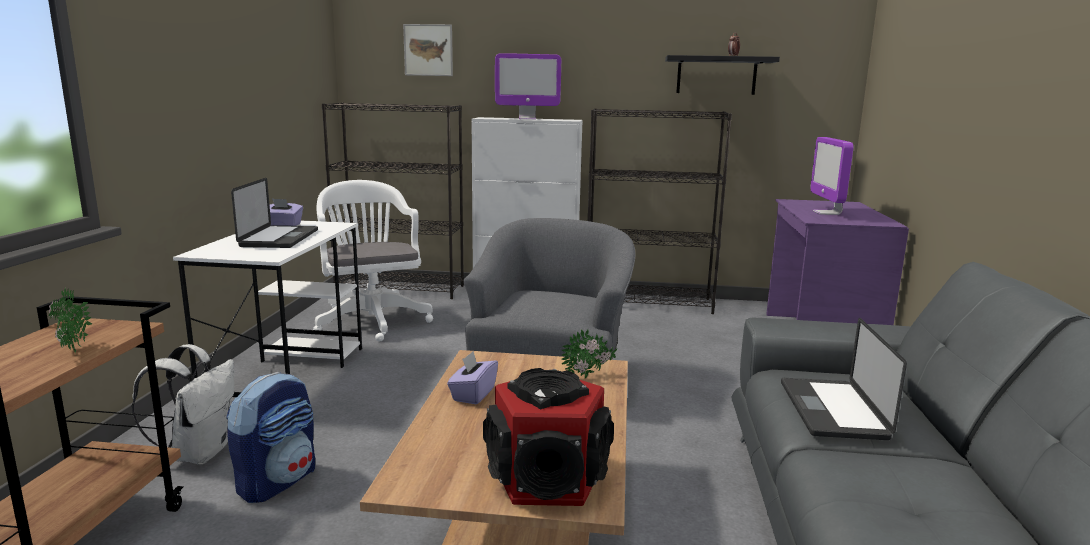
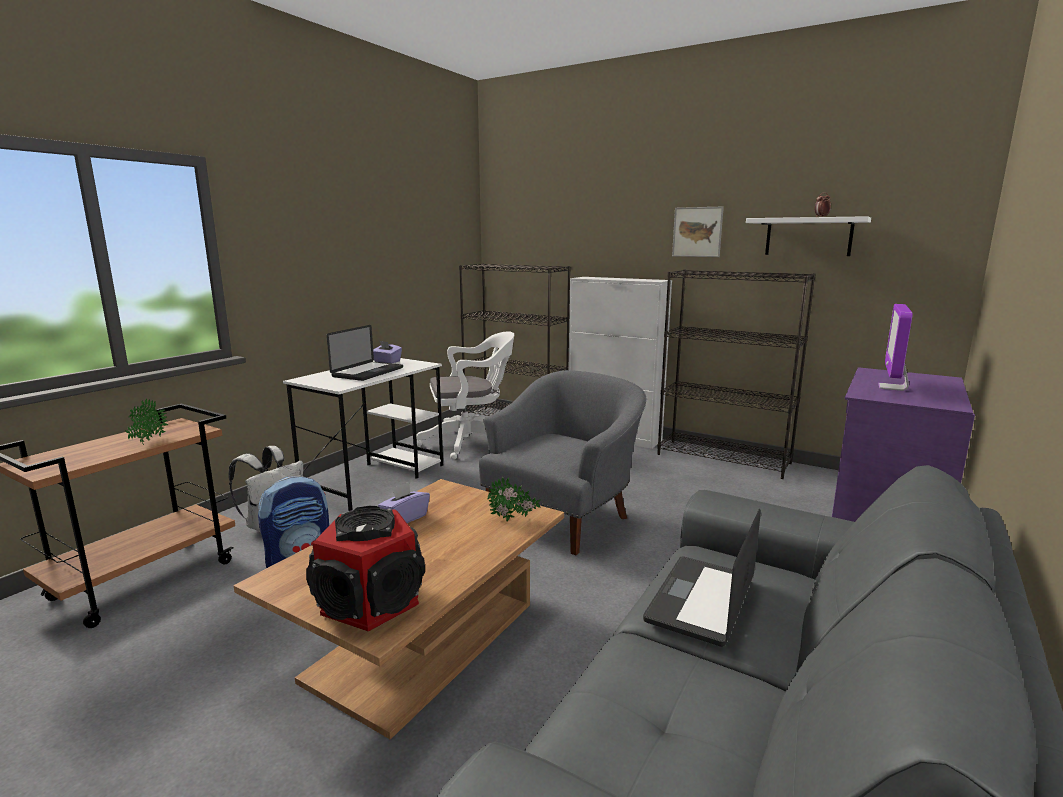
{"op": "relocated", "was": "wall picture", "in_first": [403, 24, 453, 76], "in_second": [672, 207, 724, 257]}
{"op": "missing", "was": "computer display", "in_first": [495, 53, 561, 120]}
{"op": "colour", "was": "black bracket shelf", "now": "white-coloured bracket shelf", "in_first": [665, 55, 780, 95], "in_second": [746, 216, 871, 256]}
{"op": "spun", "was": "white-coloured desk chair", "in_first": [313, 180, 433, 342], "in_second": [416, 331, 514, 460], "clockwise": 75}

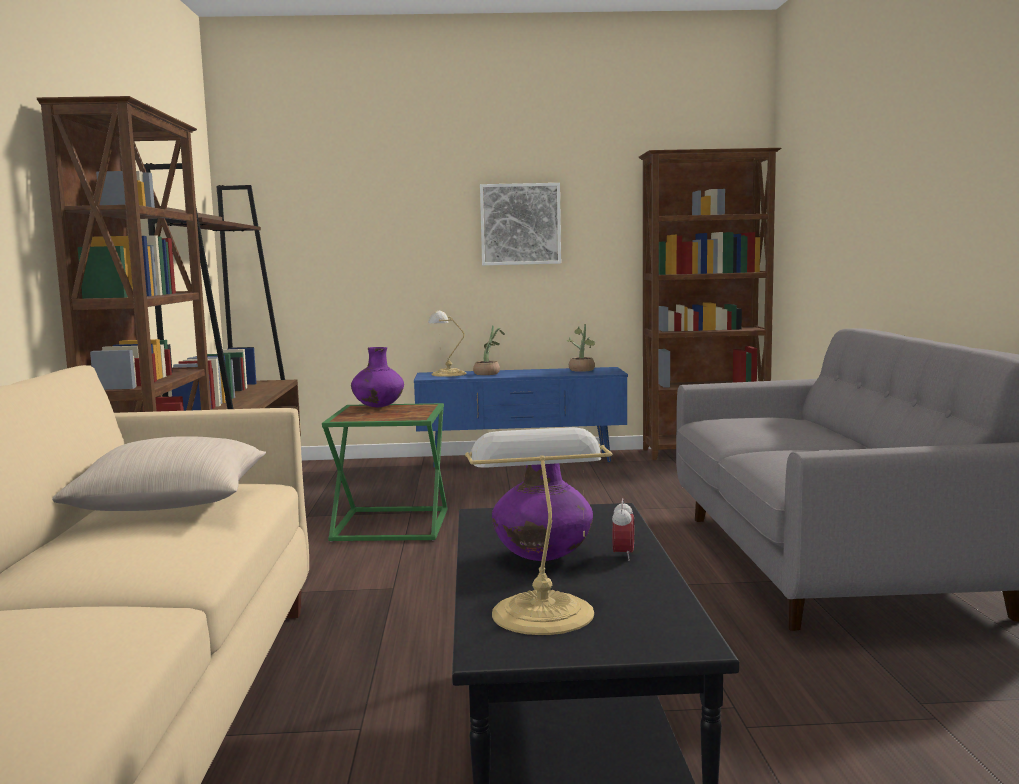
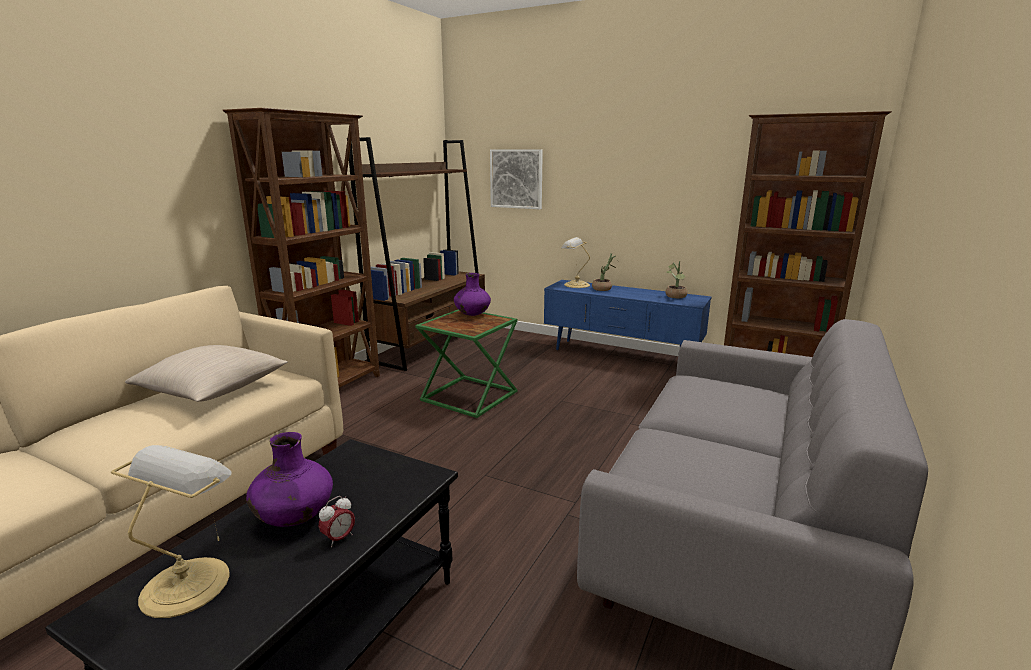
{"op": "relocated", "was": "wall picture", "in_first": [480, 183, 561, 265], "in_second": [490, 149, 543, 209]}

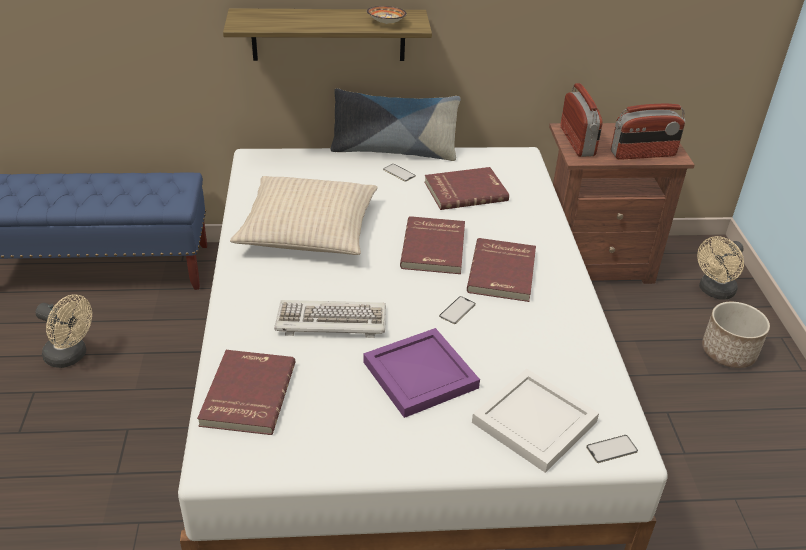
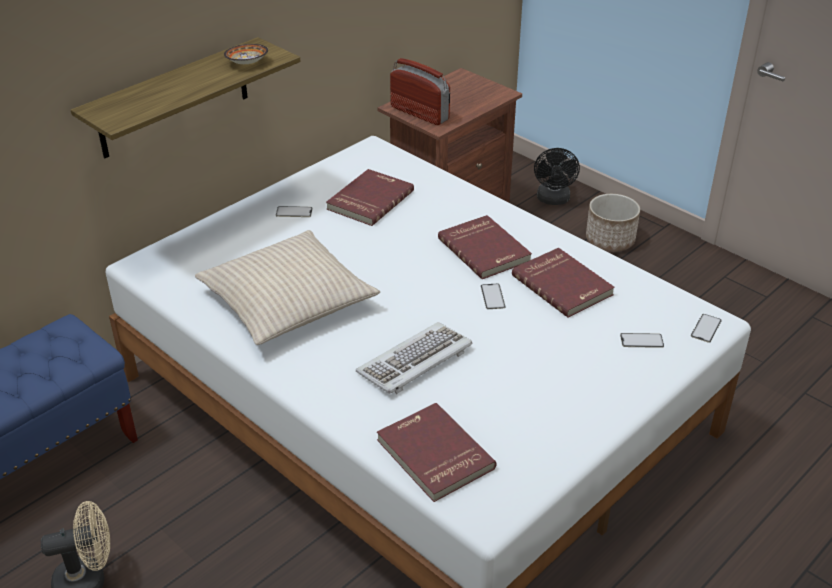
{"op": "missing", "was": "pillow", "in_first": [330, 88, 460, 161]}
{"op": "missing", "was": "radio receiver", "in_first": [611, 104, 685, 160]}
{"op": "relocated", "was": "red book", "in_first": [400, 216, 465, 274], "in_second": [512, 248, 615, 317]}
{"op": "colour", "was": "beige cooling fan", "now": "black cooling fan", "in_first": [697, 236, 744, 300], "in_second": [534, 148, 580, 205]}
{"op": "missing", "was": "purplish tray", "in_first": [363, 328, 480, 418]}
{"op": "exchanged", "was": "white-coloured tray", "now": "handset", "in_first": [472, 368, 599, 473], "in_second": [620, 333, 664, 348]}

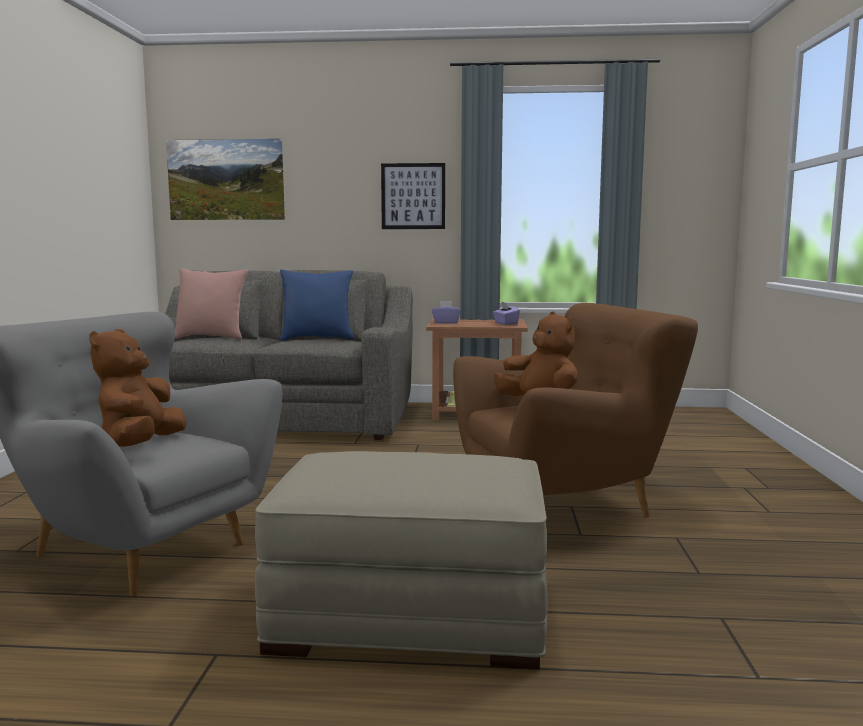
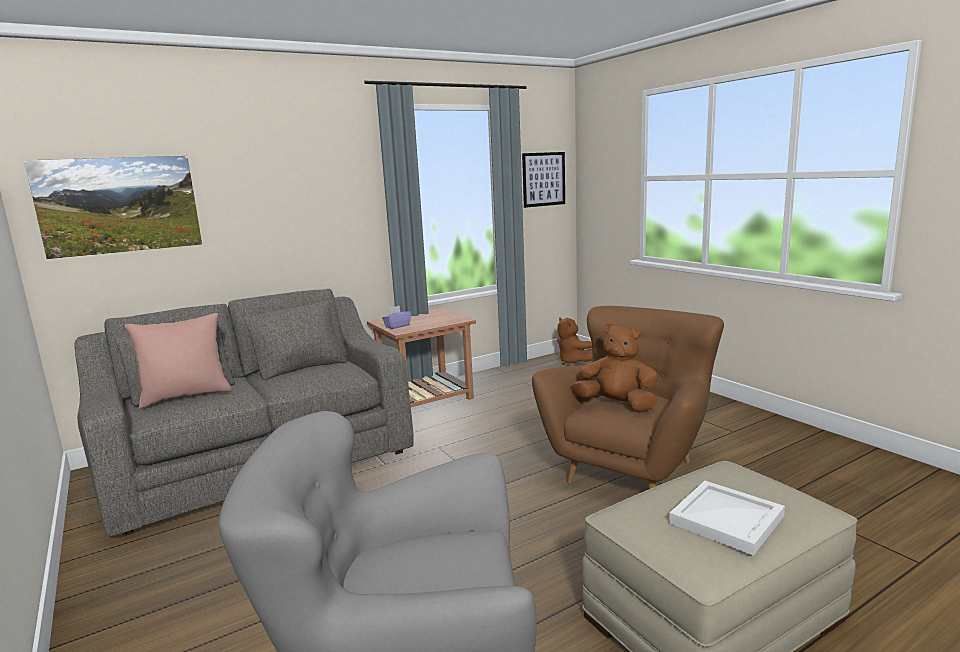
{"op": "relocated", "was": "wall picture", "in_first": [381, 163, 445, 229], "in_second": [522, 152, 565, 208]}
{"op": "missing", "was": "blue-coloured pillow", "in_first": [280, 270, 354, 341]}
{"op": "missing", "was": "purplish tissue box", "in_first": [493, 301, 520, 325]}
{"op": "relocated", "was": "brown cuddly toy", "in_first": [89, 329, 186, 447], "in_second": [557, 317, 593, 365]}
{"op": "appeared", "now": "white-coloured tray", "in_second": [669, 481, 785, 556]}

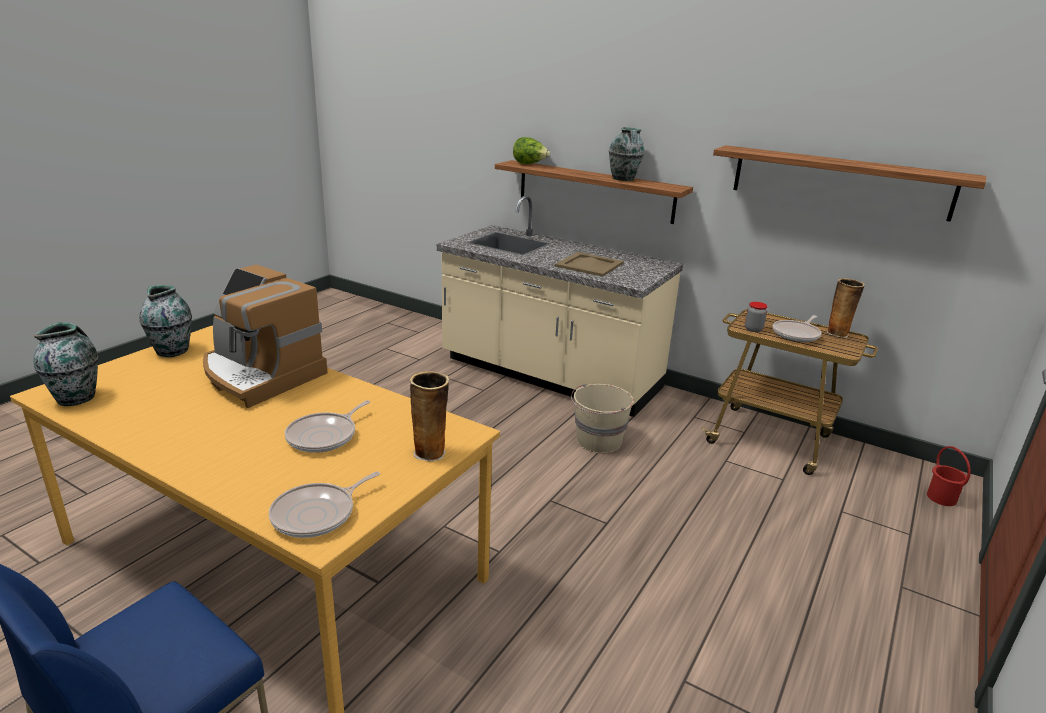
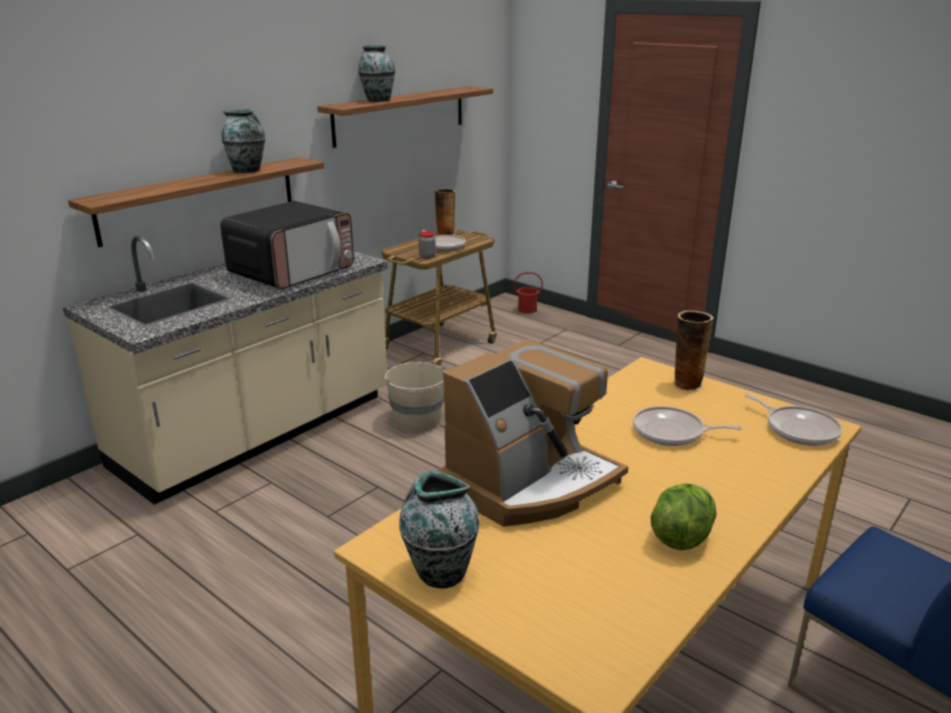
{"op": "relocated", "was": "head of lettuce", "in_first": [513, 137, 550, 164], "in_second": [651, 483, 717, 550]}
{"op": "exchanged", "was": "beige tray", "now": "microwave", "in_first": [555, 252, 624, 277], "in_second": [220, 201, 354, 289]}
{"op": "relocated", "was": "flower vase", "in_first": [33, 322, 98, 406], "in_second": [358, 45, 395, 102]}
{"op": "spun", "was": "frying pan", "in_first": [285, 400, 370, 453], "in_second": [633, 406, 742, 446], "clockwise": 150}

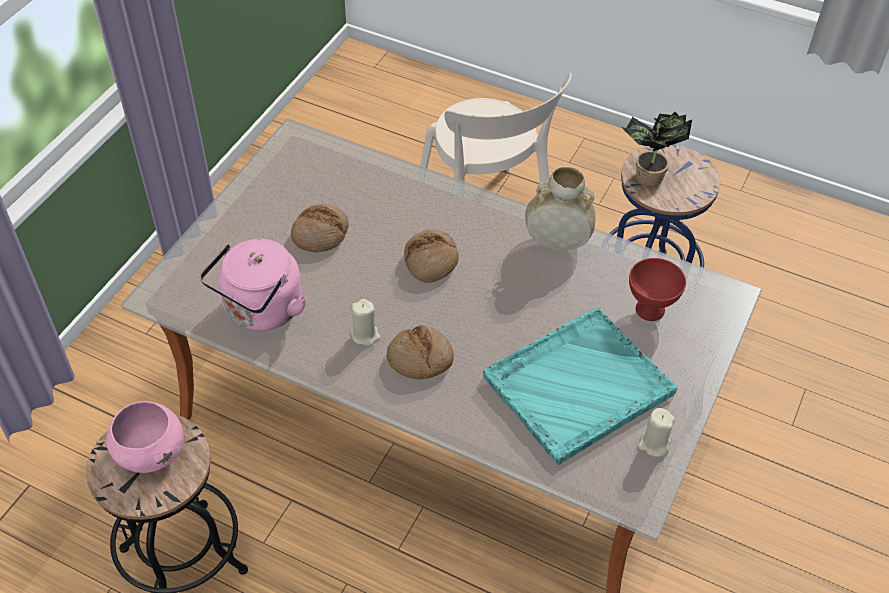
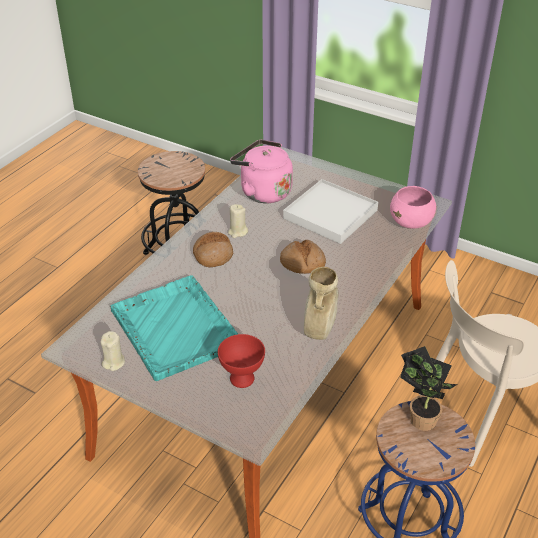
{"op": "exchanged", "was": "bread", "now": "white-coloured tray", "in_first": [291, 204, 349, 252], "in_second": [283, 179, 378, 244]}
{"op": "relocated", "was": "pinkish serving bowl", "in_first": [106, 401, 184, 473], "in_second": [390, 186, 436, 229]}

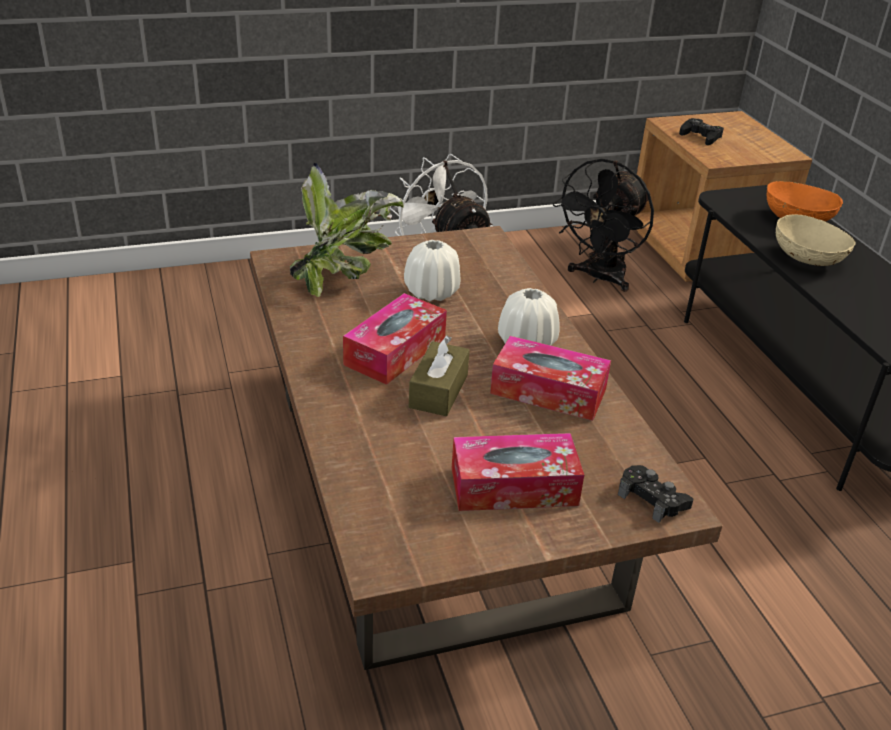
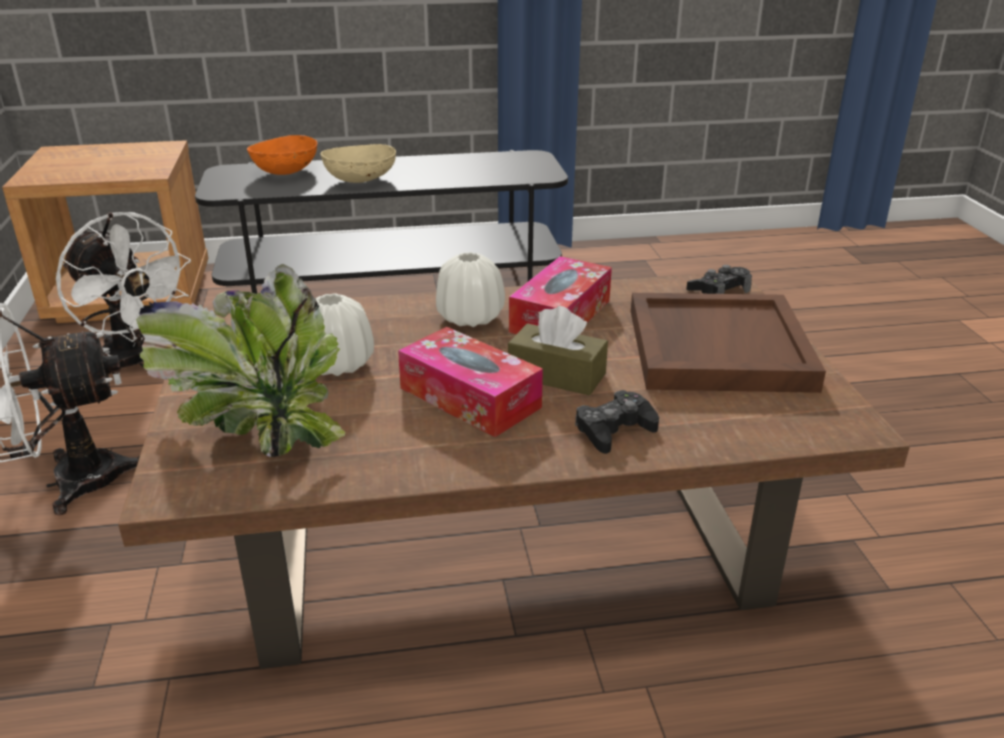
{"op": "relocated", "was": "black gamepad", "in_first": [679, 118, 724, 145], "in_second": [575, 390, 659, 454]}
{"op": "colour", "was": "black cooling fan", "now": "white-coloured cooling fan", "in_first": [553, 159, 654, 292], "in_second": [56, 212, 191, 376]}
{"op": "exchanged", "was": "tissue box", "now": "brown tray", "in_first": [452, 433, 584, 511], "in_second": [631, 293, 826, 393]}

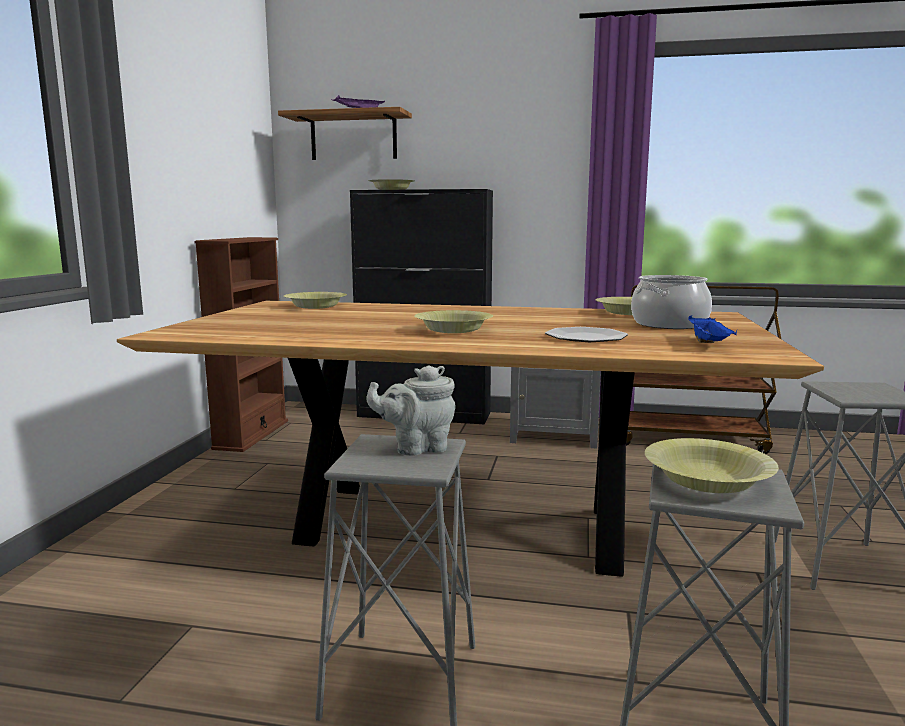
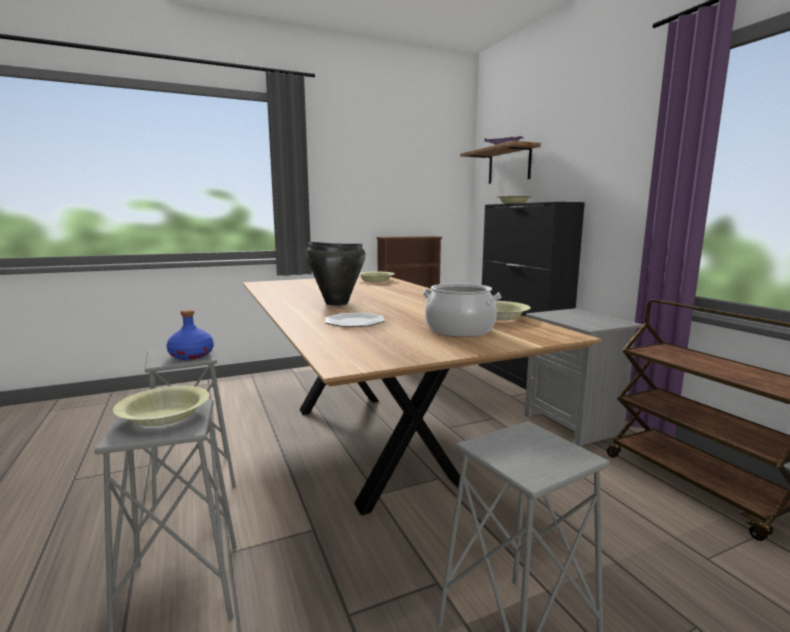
{"op": "exchanged", "was": "yellowish serving bowl", "now": "black stockpot", "in_first": [414, 310, 493, 333], "in_second": [306, 242, 365, 306]}
{"op": "missing", "was": "blue-coloured tray", "in_first": [688, 315, 737, 343]}
{"op": "exchanged", "was": "gray teapot", "now": "blue-coloured beverage bottle", "in_first": [367, 365, 456, 456], "in_second": [166, 310, 214, 360]}

